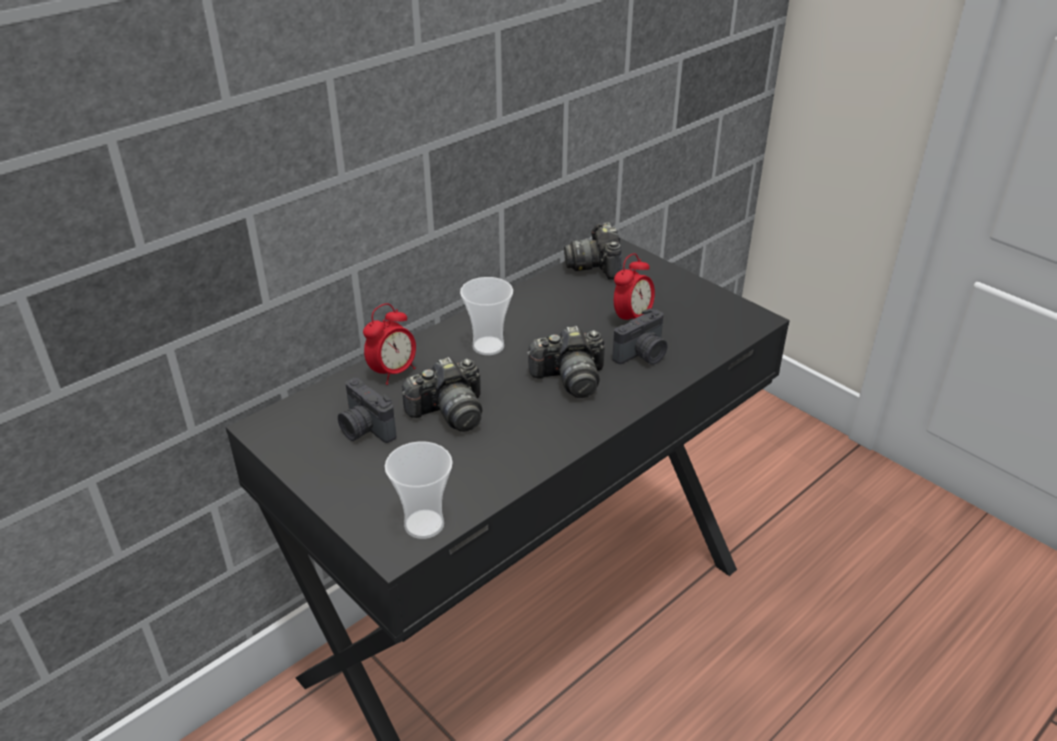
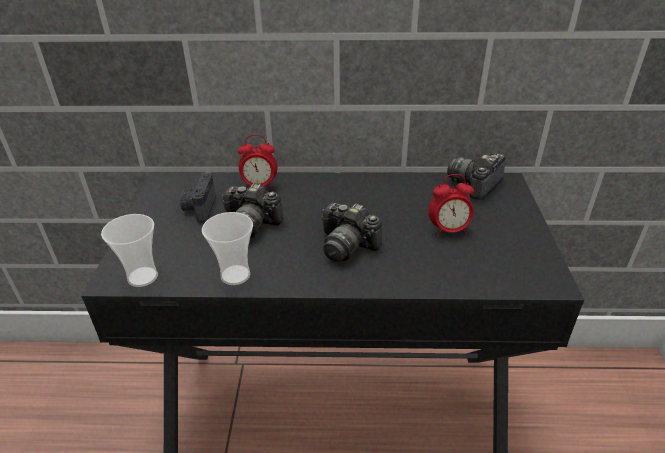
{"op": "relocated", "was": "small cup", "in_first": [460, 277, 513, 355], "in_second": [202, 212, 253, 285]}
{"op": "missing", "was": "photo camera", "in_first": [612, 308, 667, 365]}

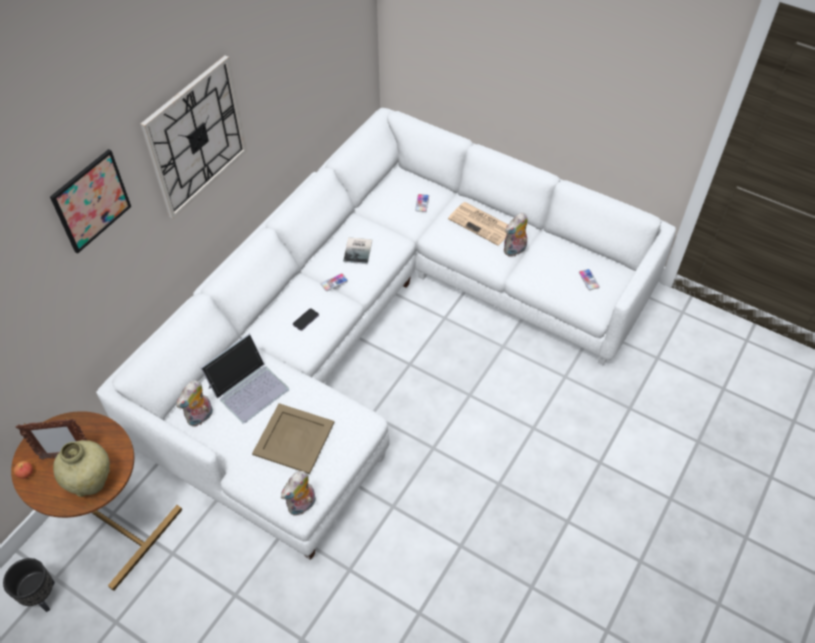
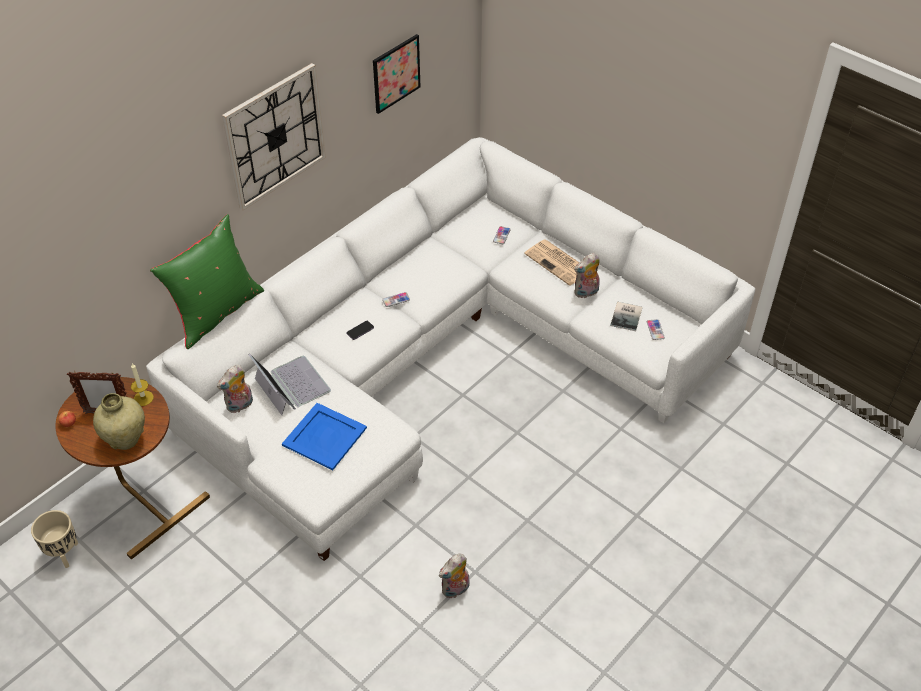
{"op": "relocated", "was": "wall picture", "in_first": [50, 149, 131, 254], "in_second": [373, 34, 420, 114]}
{"op": "relocated", "was": "book", "in_first": [343, 237, 372, 264], "in_second": [610, 302, 642, 331]}
{"op": "spun", "was": "laptop", "in_first": [201, 334, 289, 423], "in_second": [249, 354, 331, 415], "clockwise": -90}
{"op": "colour", "was": "beige tray", "now": "blue-coloured tray", "in_first": [252, 403, 334, 474], "in_second": [282, 403, 367, 470]}
{"op": "relocated", "was": "cuddly toy", "in_first": [281, 471, 316, 516], "in_second": [439, 553, 469, 598]}
{"op": "colour", "was": "black plant pot", "now": "beige plant pot", "in_first": [3, 558, 55, 612], "in_second": [31, 510, 78, 568]}
{"op": "appeared", "now": "greenish pillow", "in_second": [150, 214, 264, 349]}
{"op": "appeared", "now": "candle", "in_second": [131, 363, 154, 406]}

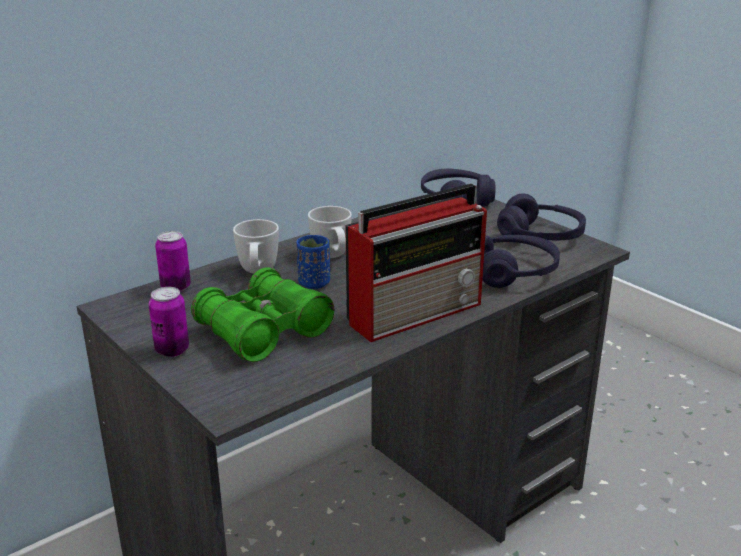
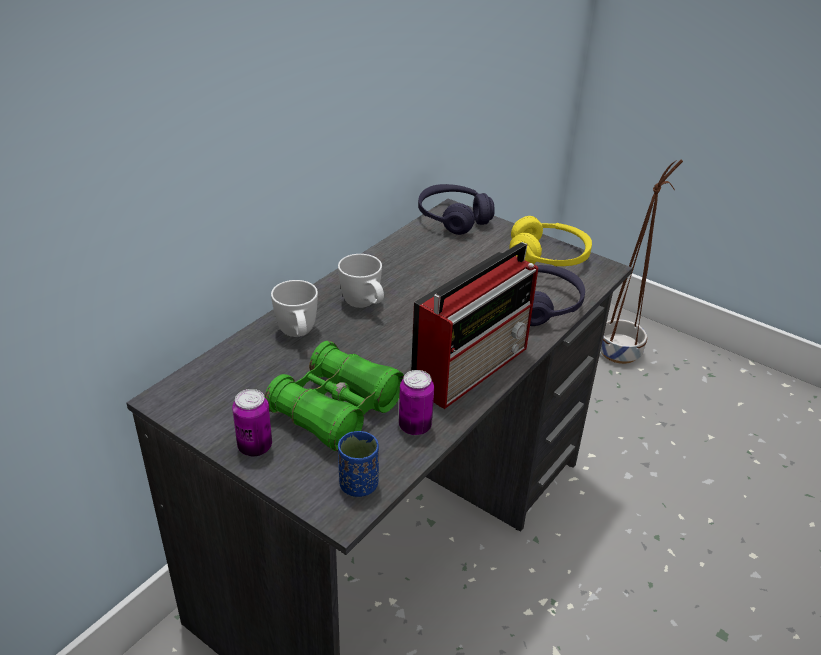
{"op": "colour", "was": "purplish pair of headphones", "now": "yellowish pair of headphones", "in_first": [497, 194, 586, 240], "in_second": [509, 216, 592, 266]}
{"op": "relocated", "was": "can", "in_first": [155, 231, 191, 292], "in_second": [399, 370, 434, 435]}
{"op": "relocated", "was": "blue-coloured small cup", "in_first": [297, 235, 330, 289], "in_second": [338, 431, 379, 497]}
{"op": "appeared", "now": "brown plant pot", "in_second": [600, 160, 683, 364]}

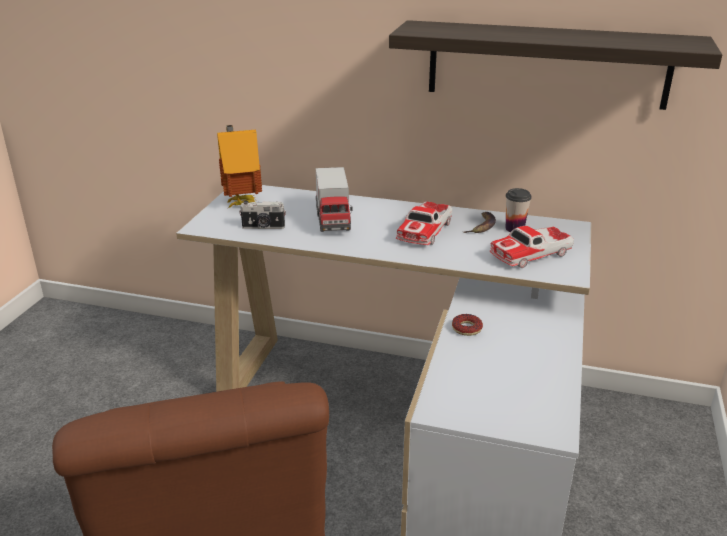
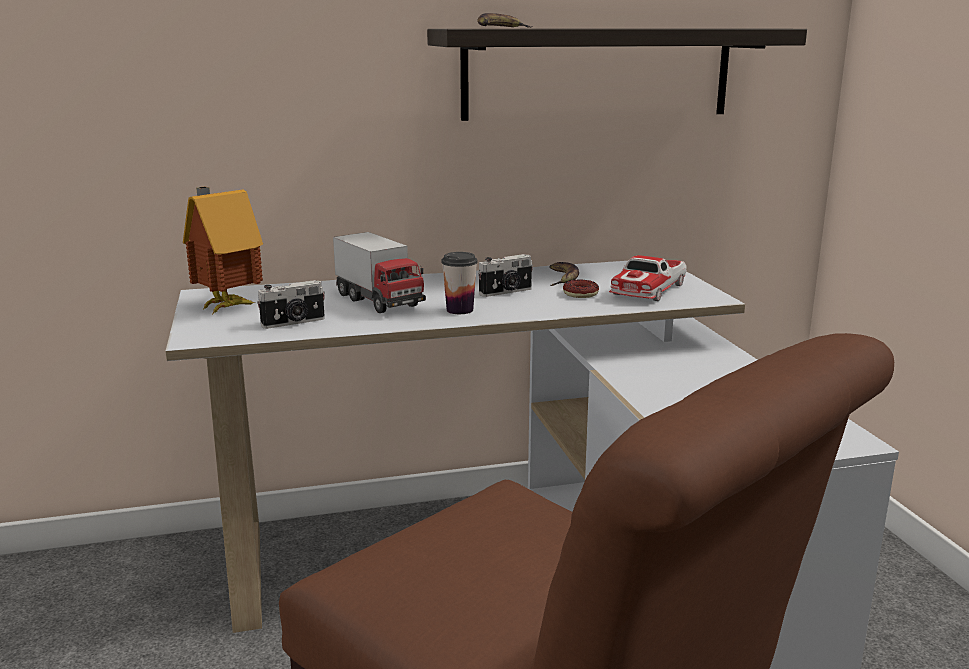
{"op": "relocated", "was": "small cup", "in_first": [506, 188, 532, 232], "in_second": [441, 252, 478, 314]}
{"op": "exchanged", "was": "toy car", "now": "photo camera", "in_first": [395, 201, 452, 245], "in_second": [478, 254, 533, 297]}
{"op": "relocated", "was": "donut", "in_first": [452, 314, 483, 336], "in_second": [563, 279, 599, 298]}
{"op": "appeared", "now": "whole banana", "in_second": [477, 13, 533, 28]}

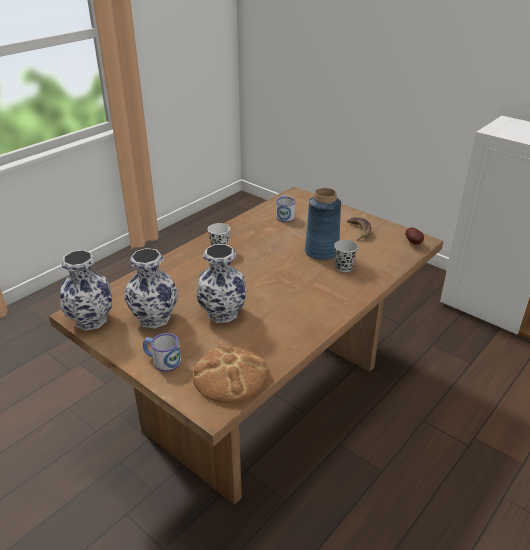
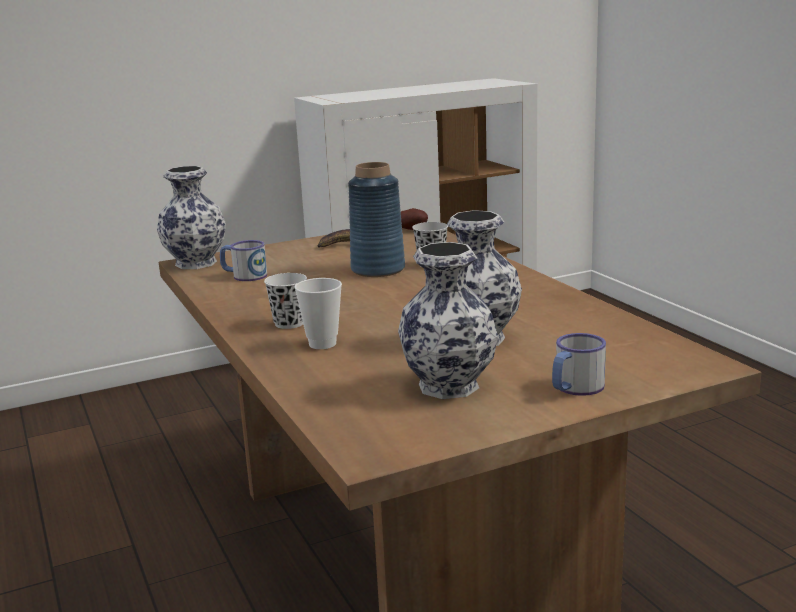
{"op": "relocated", "was": "flower vase", "in_first": [60, 250, 112, 331], "in_second": [157, 166, 226, 269]}
{"op": "missing", "was": "bread", "in_first": [192, 343, 268, 404]}
{"op": "appeared", "now": "small cup", "in_second": [294, 278, 342, 349]}

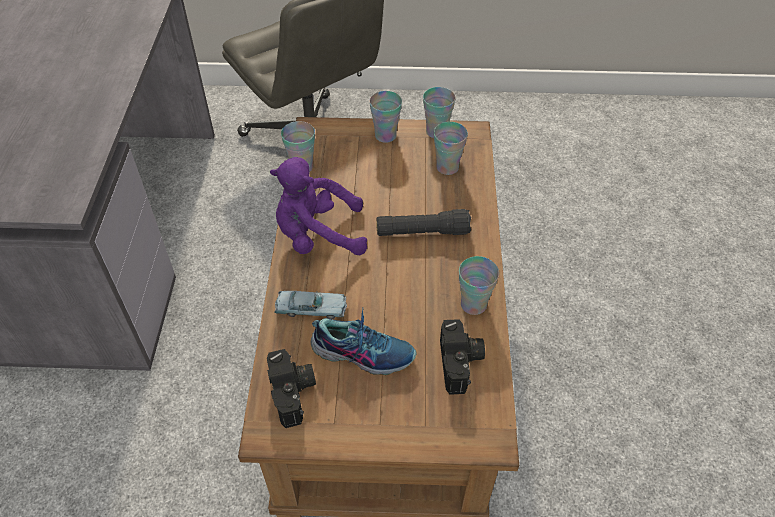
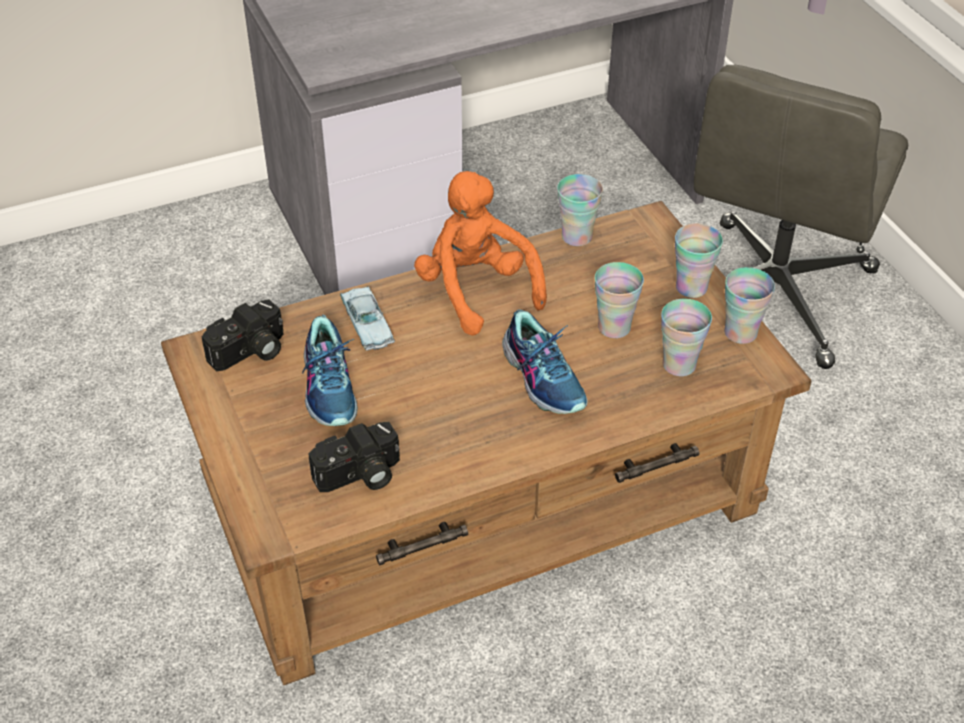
{"op": "colour", "was": "purplish cuddly toy", "now": "orange cuddly toy", "in_first": [270, 157, 367, 255], "in_second": [414, 171, 547, 336]}
{"op": "exchanged", "was": "black torch", "now": "shoe", "in_first": [376, 209, 471, 236], "in_second": [502, 309, 588, 414]}
{"op": "relocated", "was": "small cup", "in_first": [459, 256, 499, 315], "in_second": [595, 262, 644, 338]}

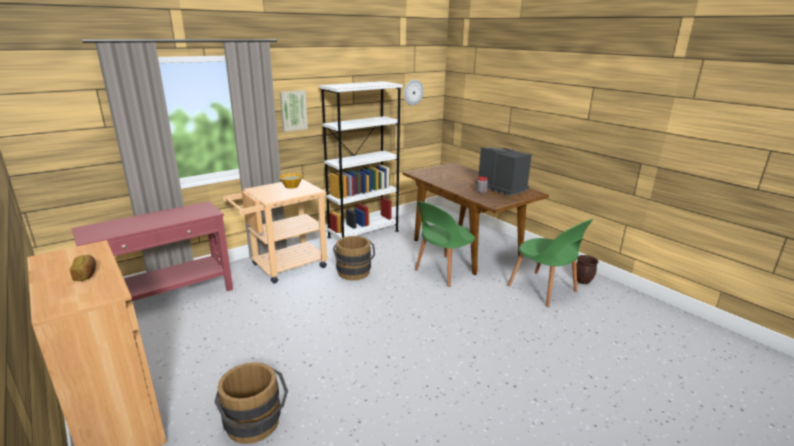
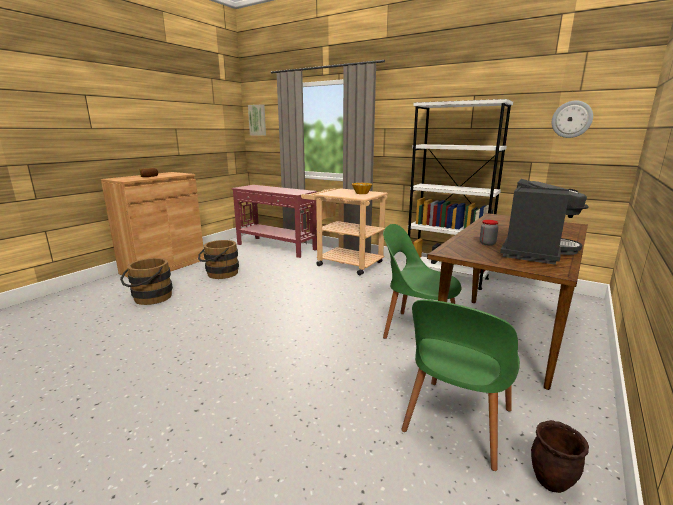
{"op": "relocated", "was": "wall picture", "in_first": [280, 90, 308, 132], "in_second": [248, 104, 266, 136]}
{"op": "relocated", "was": "brown water bucket", "in_first": [333, 236, 375, 280], "in_second": [198, 240, 239, 279]}

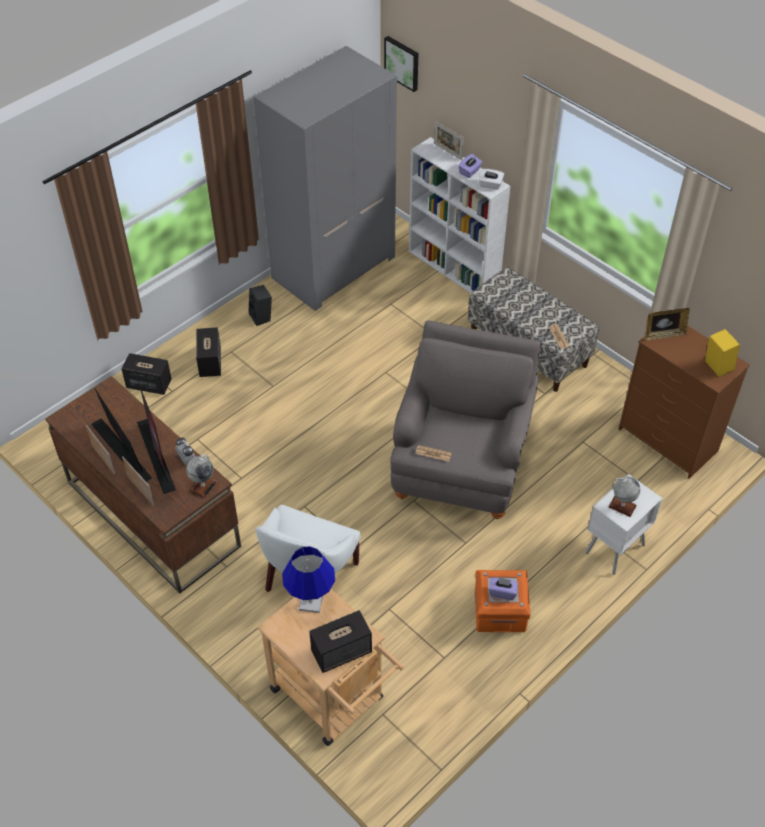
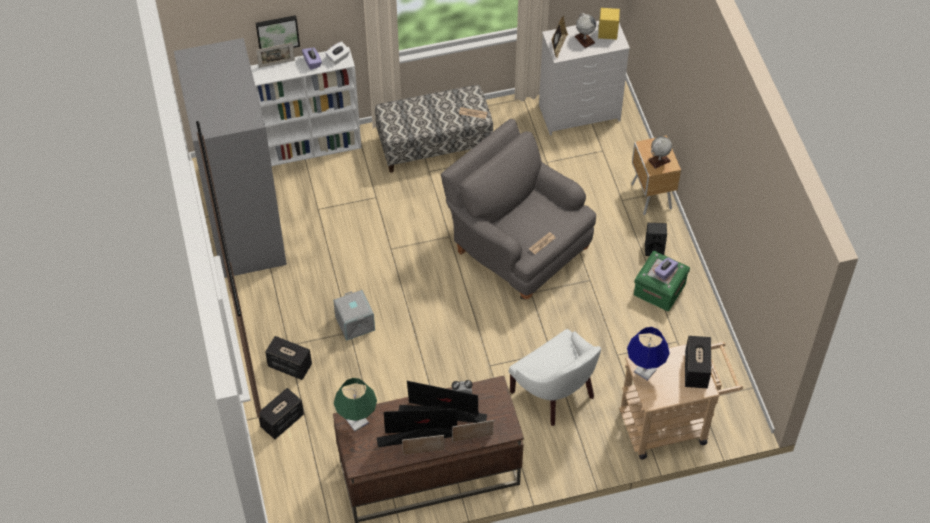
{"op": "relocated", "was": "wall picture", "in_first": [384, 36, 418, 92], "in_second": [256, 15, 300, 49]}
{"op": "relocated", "was": "black audio speaker", "in_first": [248, 285, 272, 326], "in_second": [645, 223, 667, 256]}
{"op": "colour", "was": "brown chest of drawers", "now": "white-coloured chest of drawers", "in_first": [618, 325, 750, 479], "in_second": [539, 21, 630, 136]}
{"op": "relocated", "was": "desk globe", "in_first": [186, 454, 217, 499], "in_second": [575, 13, 596, 48]}
{"op": "colour", "was": "white-coloured bedside table", "now": "brown bedside table", "in_first": [585, 474, 663, 575], "in_second": [631, 135, 681, 215]}
{"op": "colour", "was": "orange storage box", "now": "greenish storage box", "in_first": [475, 570, 531, 632], "in_second": [634, 251, 690, 311]}
{"op": "appeared", "now": "gray storage box", "in_second": [333, 290, 375, 341]}
{"op": "appeared", "now": "greenish tabletop lamp", "in_second": [334, 378, 377, 432]}

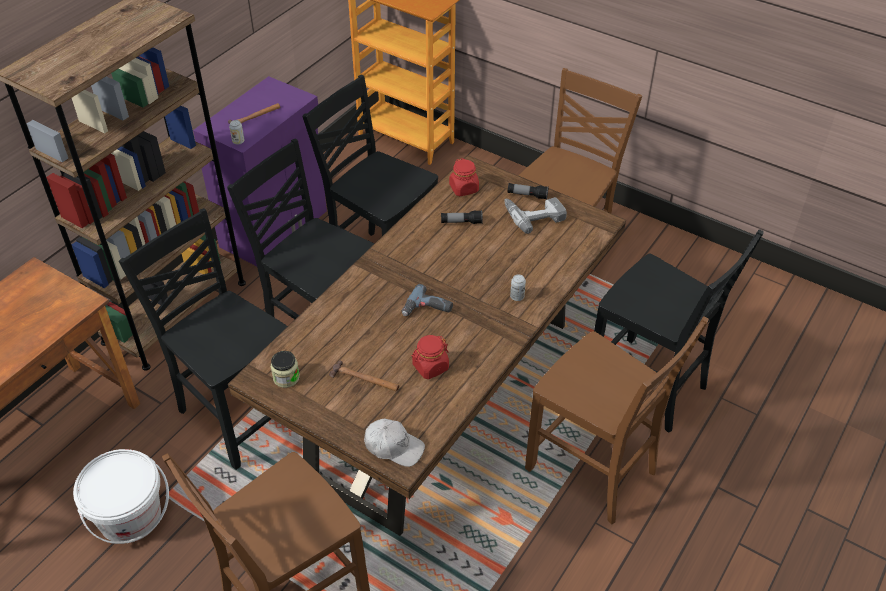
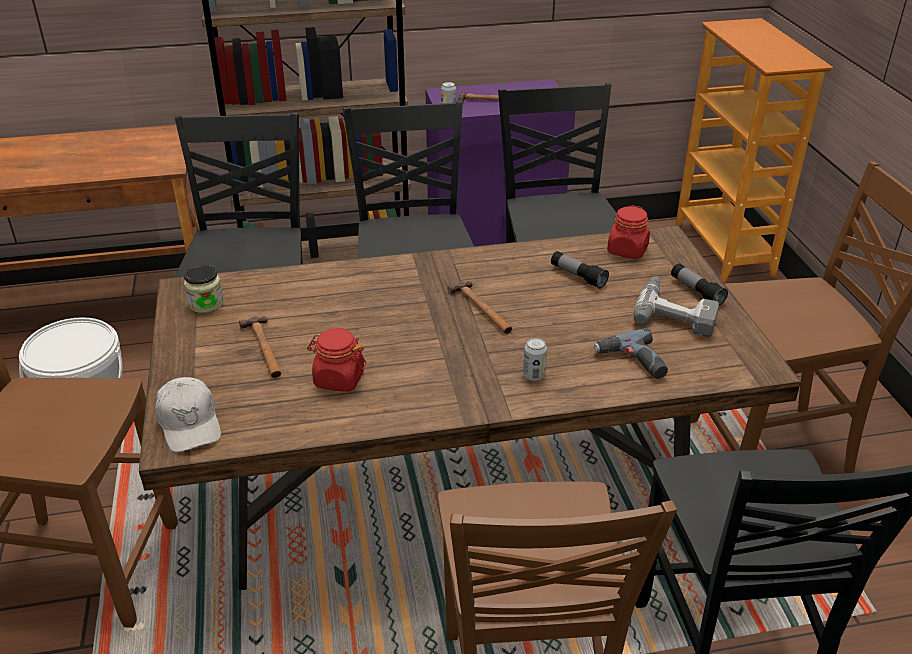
{"op": "relocated", "was": "power drill", "in_first": [402, 284, 453, 316], "in_second": [593, 328, 668, 379]}
{"op": "appeared", "now": "hand hammer", "in_second": [447, 281, 512, 334]}

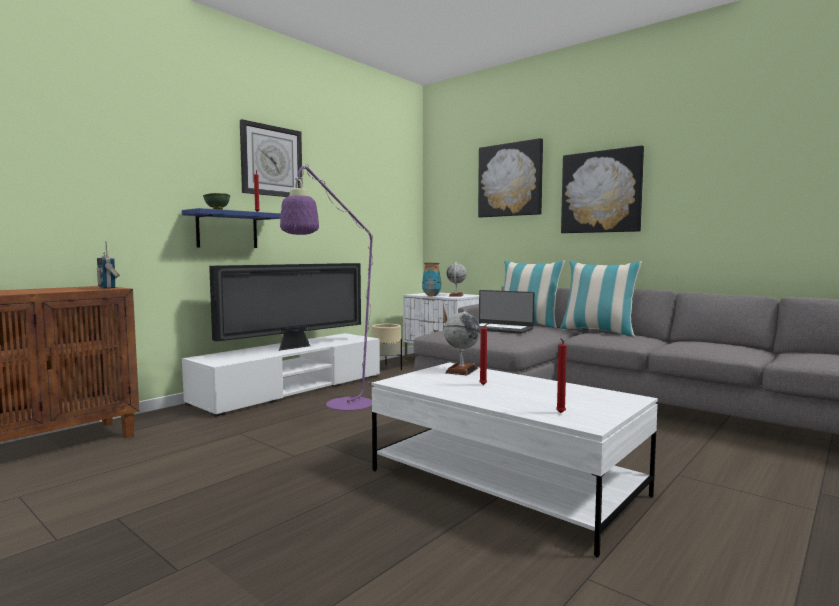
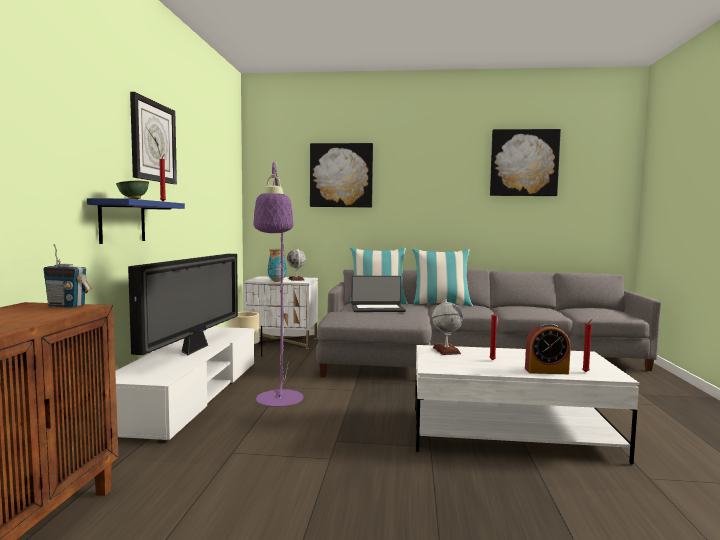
{"op": "relocated", "was": "wall picture", "in_first": [561, 145, 644, 233], "in_second": [490, 129, 561, 196]}
{"op": "appeared", "now": "alarm clock", "in_second": [525, 323, 571, 374]}

